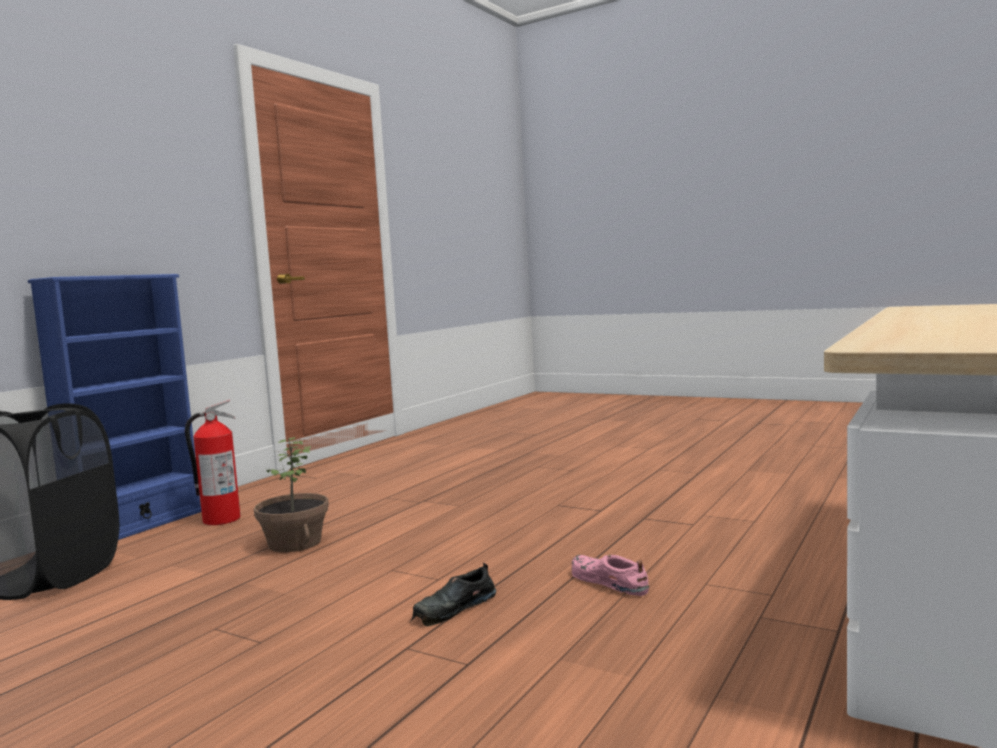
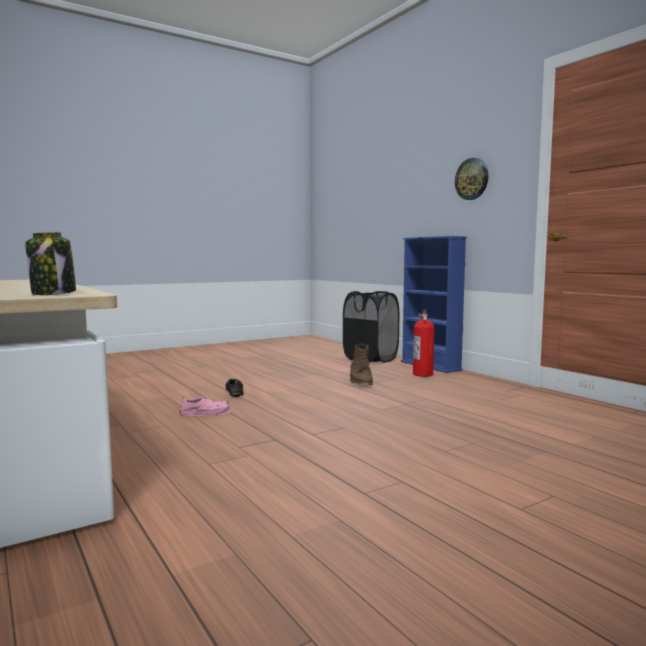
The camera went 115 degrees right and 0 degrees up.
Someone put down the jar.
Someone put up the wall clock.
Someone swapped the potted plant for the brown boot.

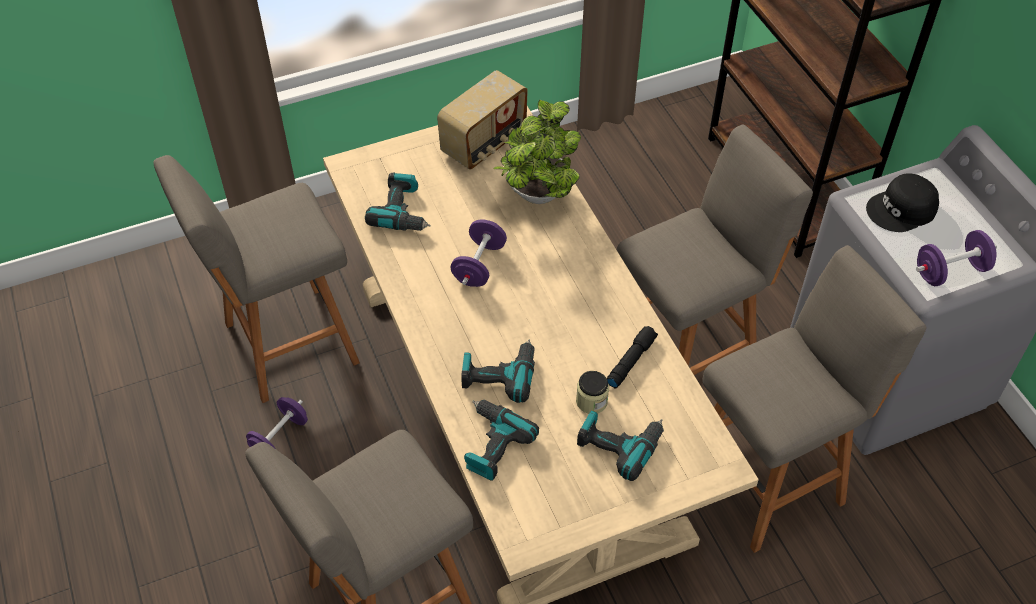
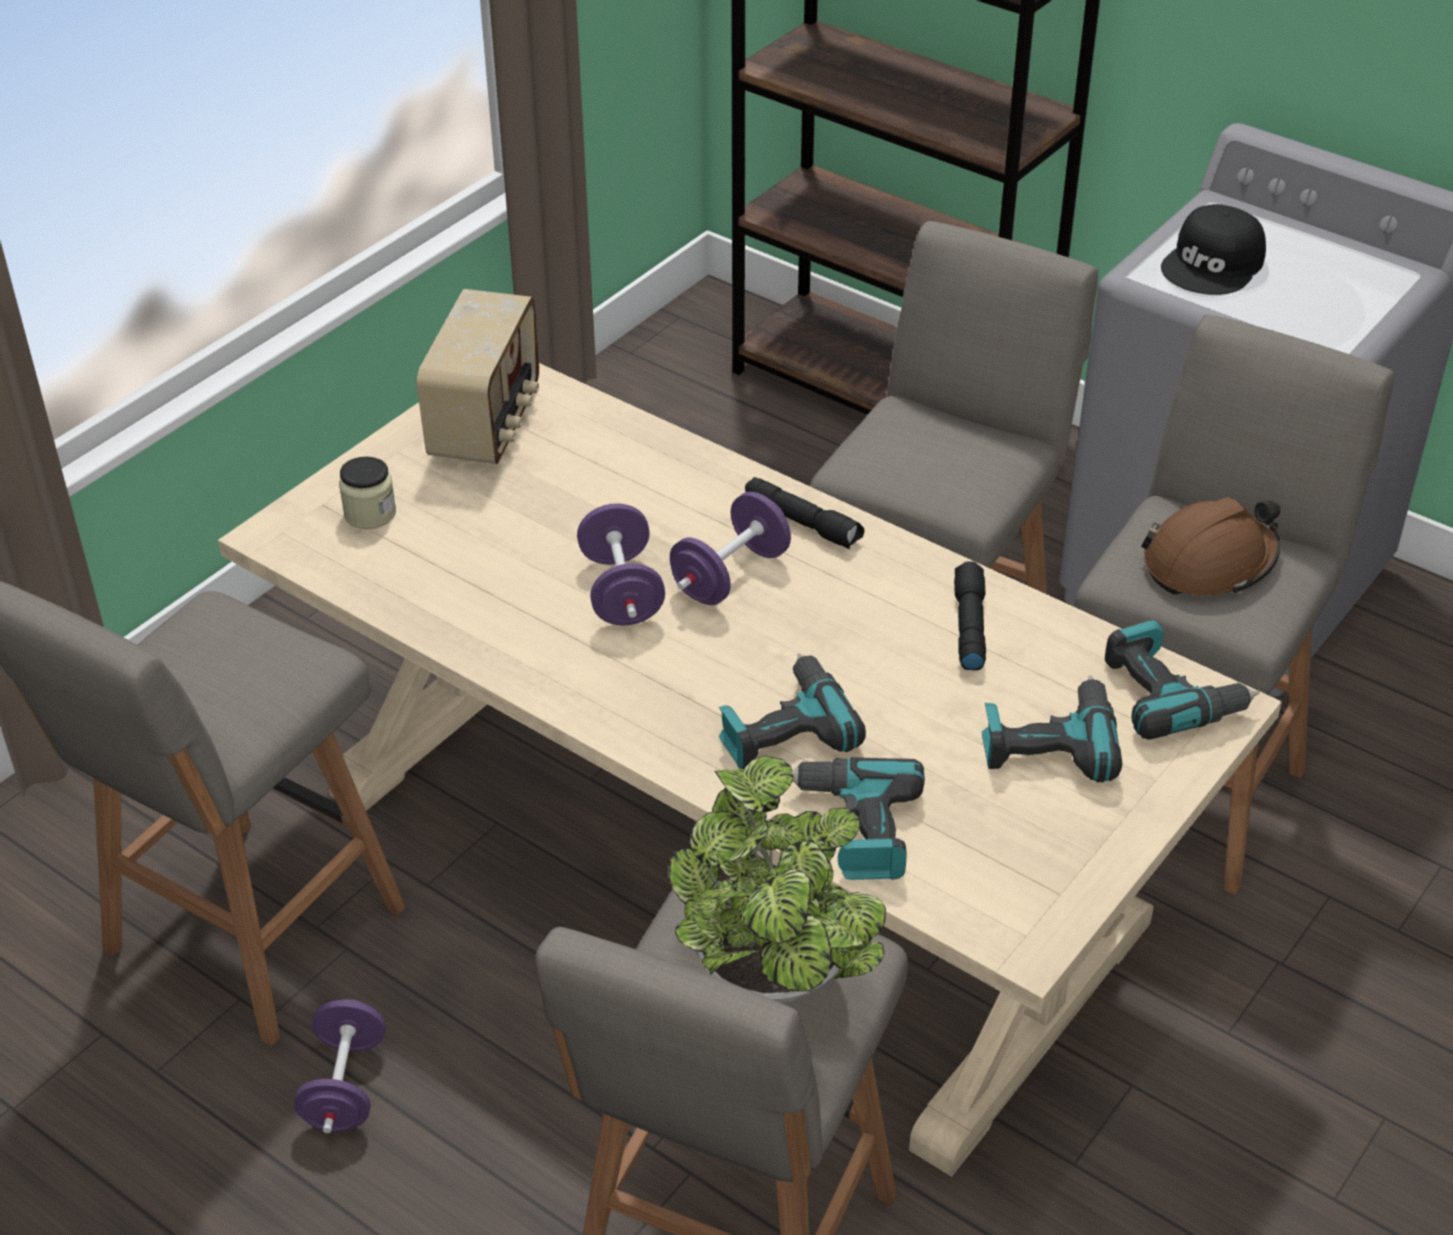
The camera went 30 degrees left and 10 degrees down.
Someone put down the black flashlight (1st from left).
Someone put down the brown hard hat.
Someone carried the power drill (1st from left in the first image).
Someone carried the potted plant.
Someone carried the jar.
Someone carried the purple dumbbell (3rd from left).

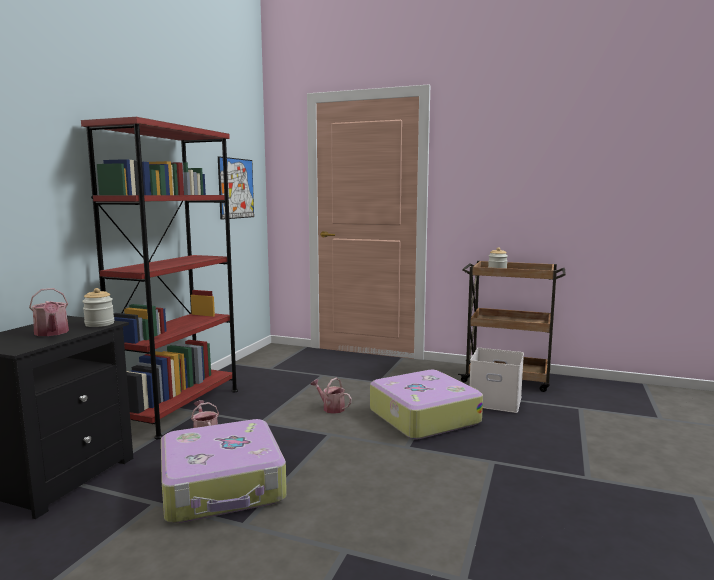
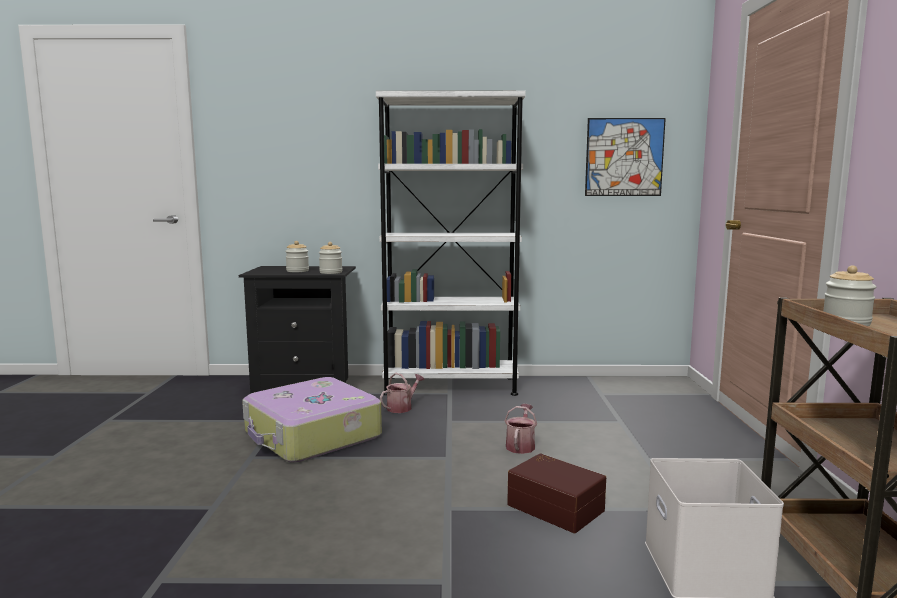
The camera went 70 degrees right and 0 degrees up.
Someone swapped the watering can (1st from left) for the jar (1st from left).
Someone swapped the suitcase (2nd from left) for the brown storage box.
Someone repainted the red bookcase, which became the white bookcase.

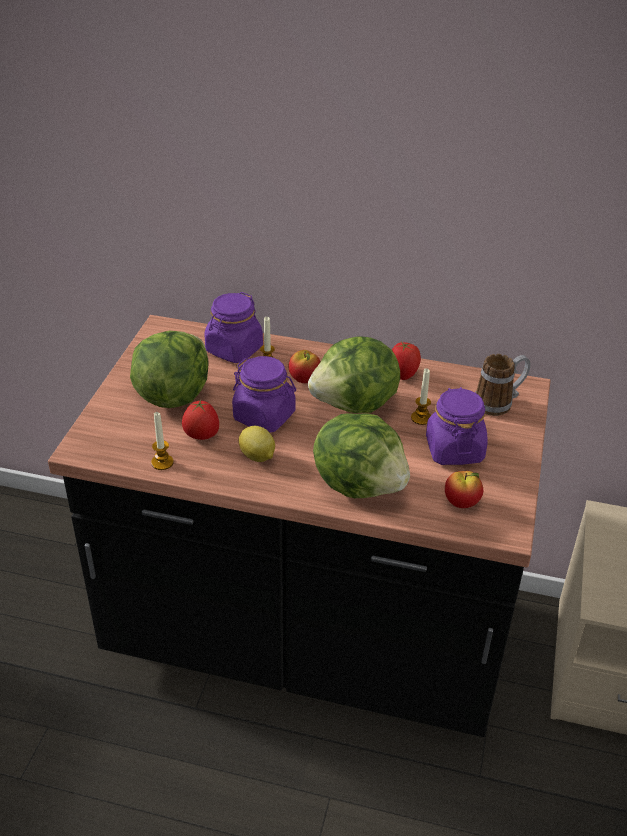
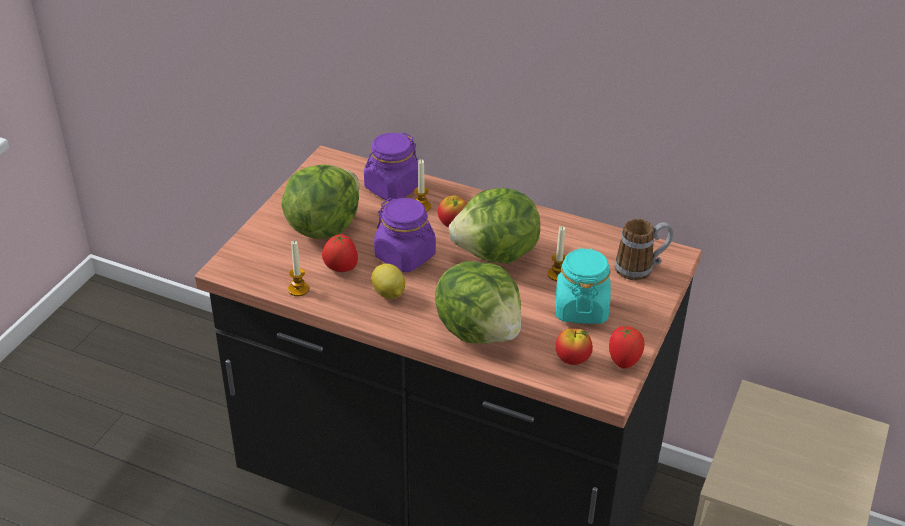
The camera went 10 degrees right and 0 degrees up.
Someone carried the tomato (2nd from left).
Someone repainted the purple jar (3rd from left), which became the turquoise jar.

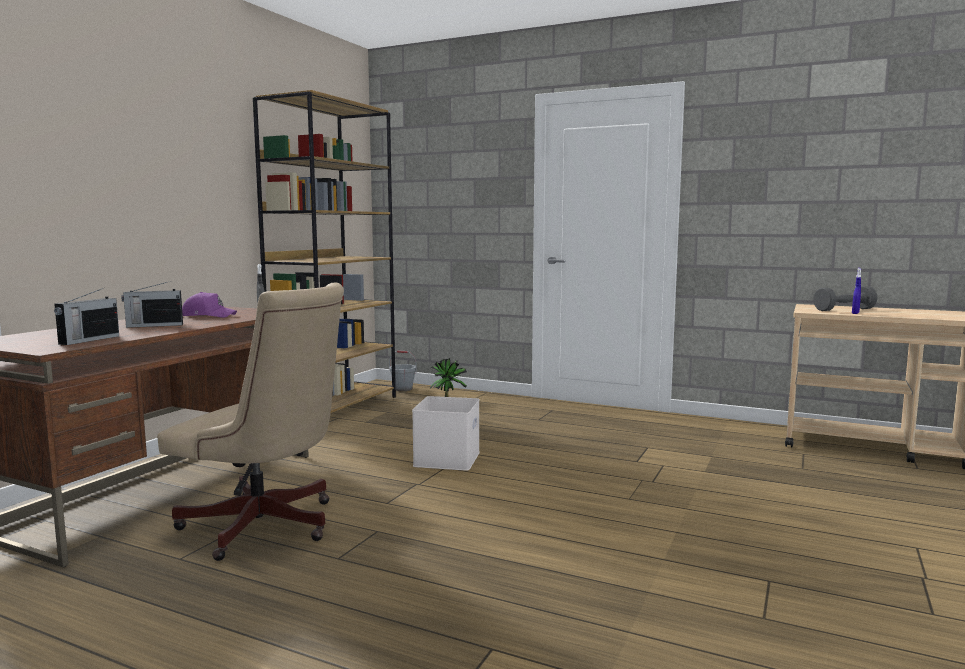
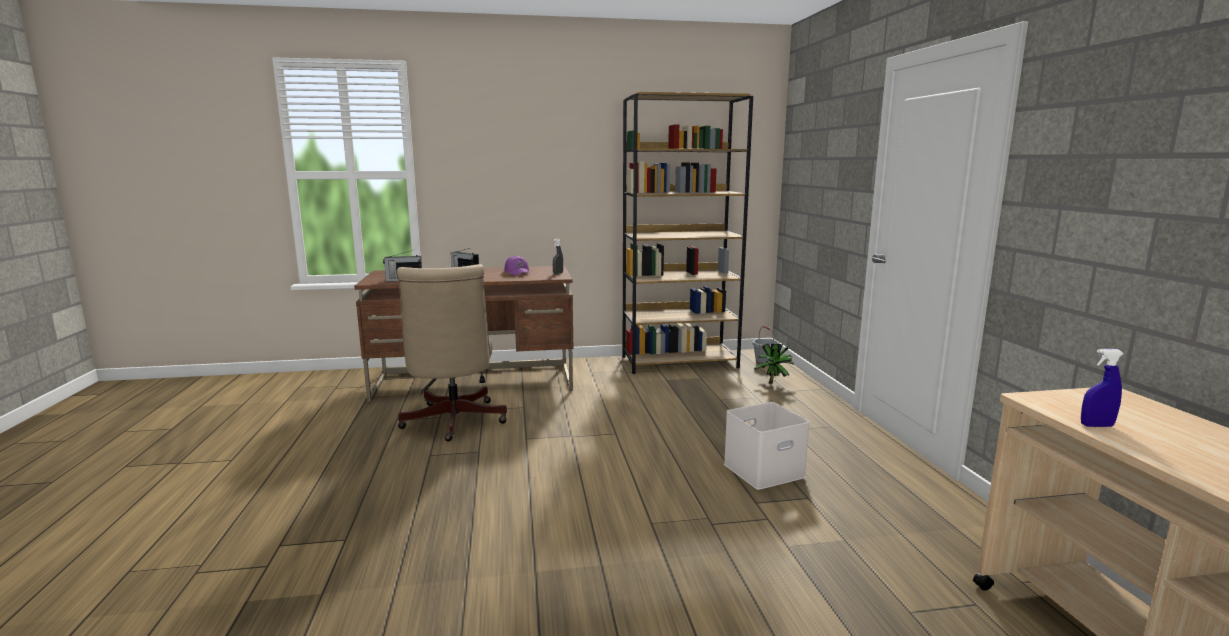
The camera went 55 degrees right and 5 degrees up.
Someone took away the grey dumbbell.
Someone carried the white storage box.

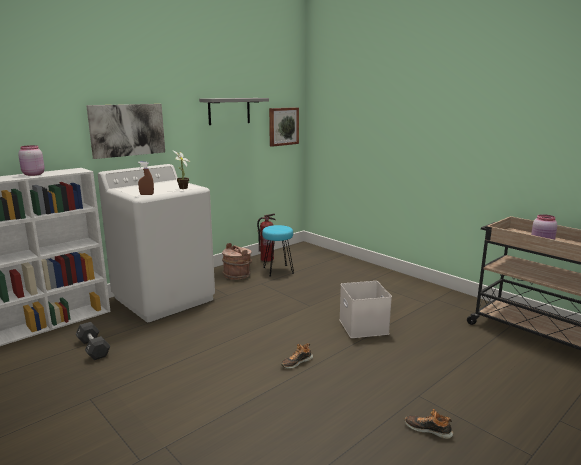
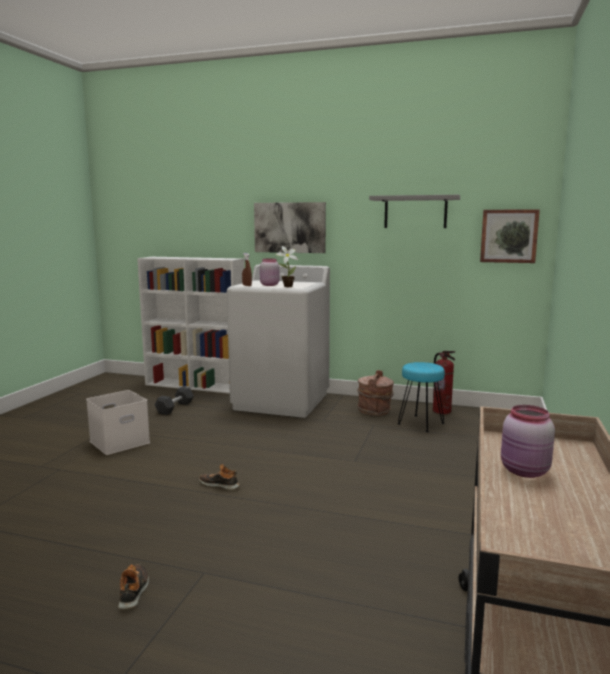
The camera went 60 degrees right and 5 degrees down.
Someone carried the pink jar (1st from left).
Someone carried the white storage box.

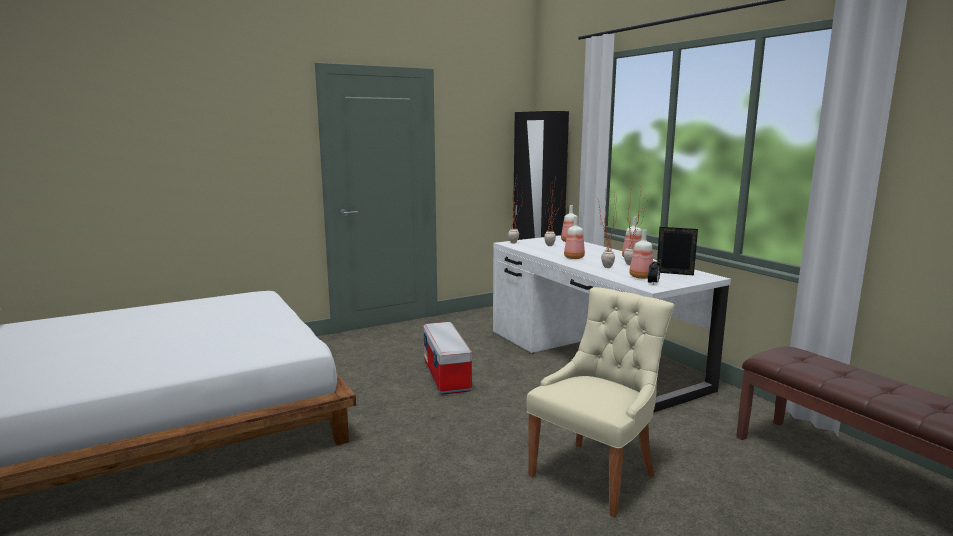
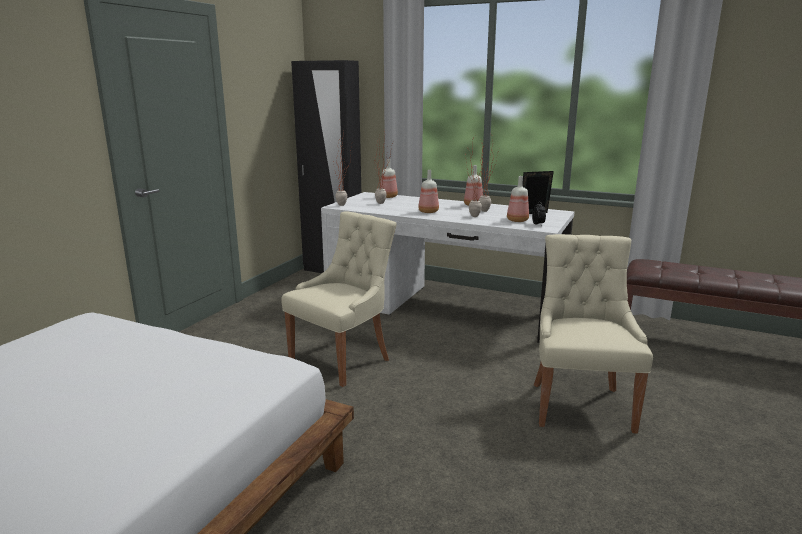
The camera went 35 degrees left and 5 degrees up.
Someone swapped the storage box for the beige chair (1st from left).

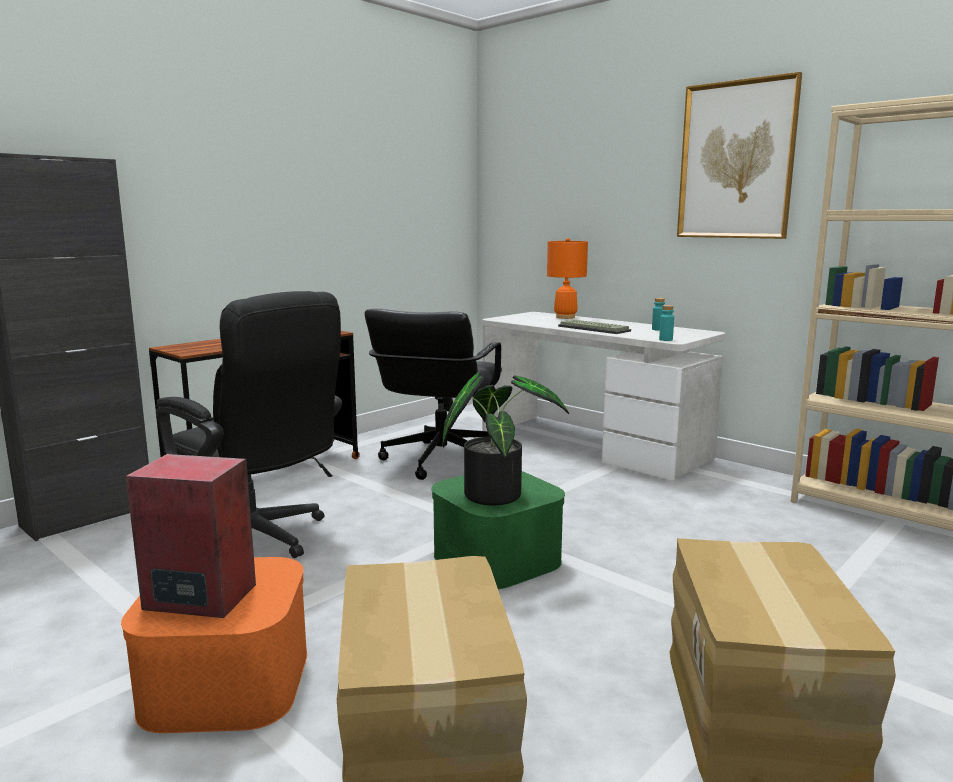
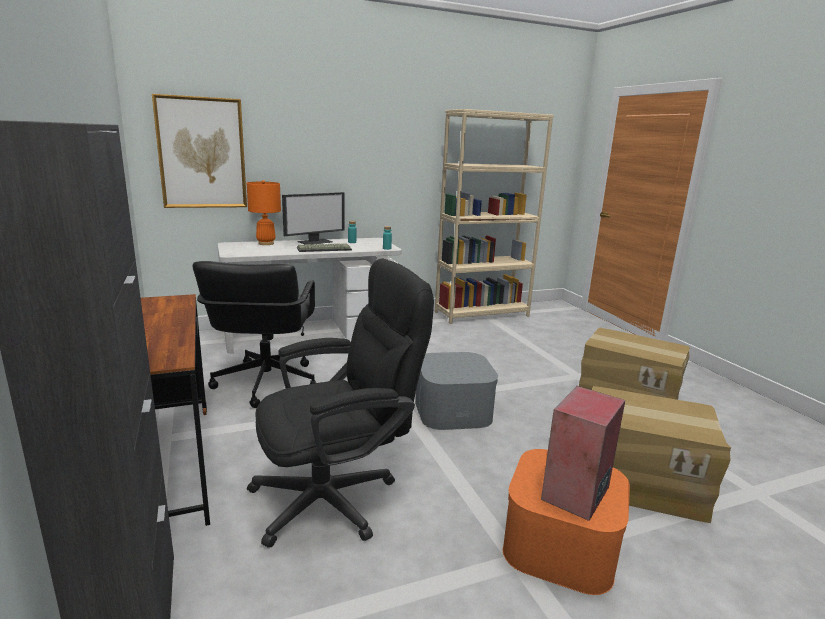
The camera went 65 degrees left and 5 degrees up.
Someone took away the potted plant.
Someone put down the monitor.
Someone carried the picture.
Someone repainted the green storage box, which became the grey storage box.
Someone rotated the black office chair (2nd from left in the first image) by 45 degrees clockwise.

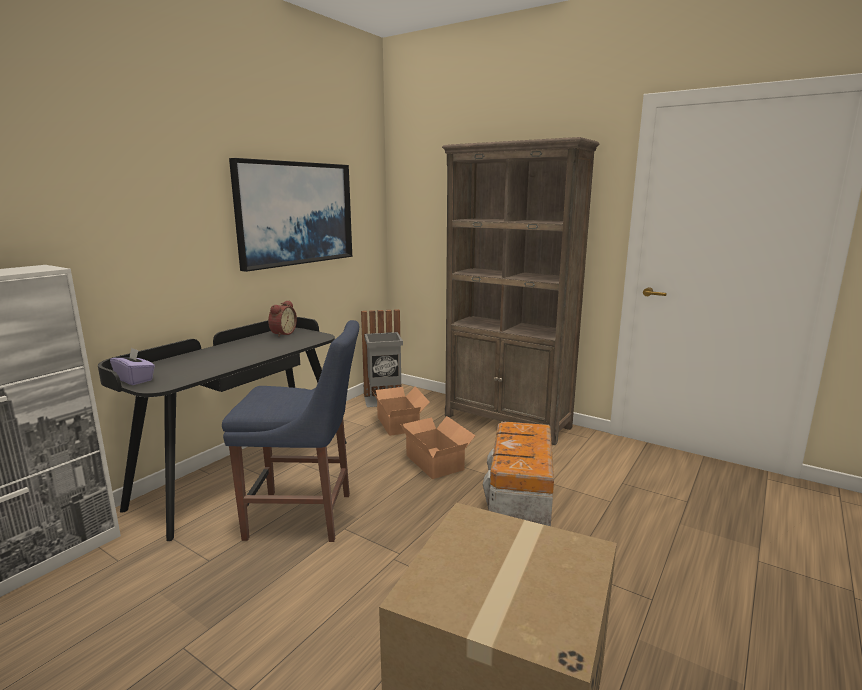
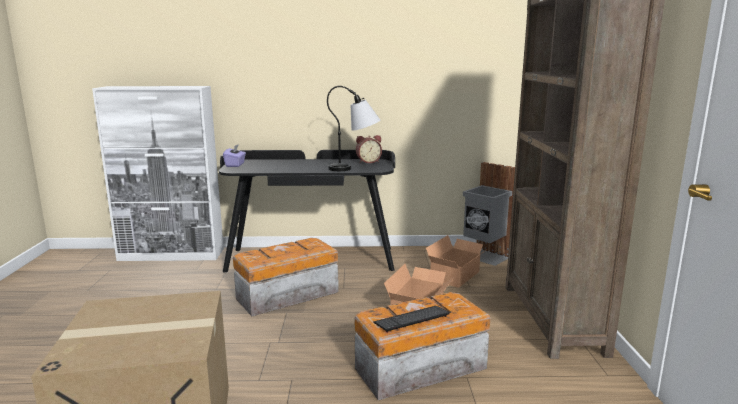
The camera went 55 degrees right and 0 degrees up.
Someone took away the picture.
Someone put down the table lamp.
Someone put down the keyboard.
Someone swapped the blue chair for the storage box (1st from left).

